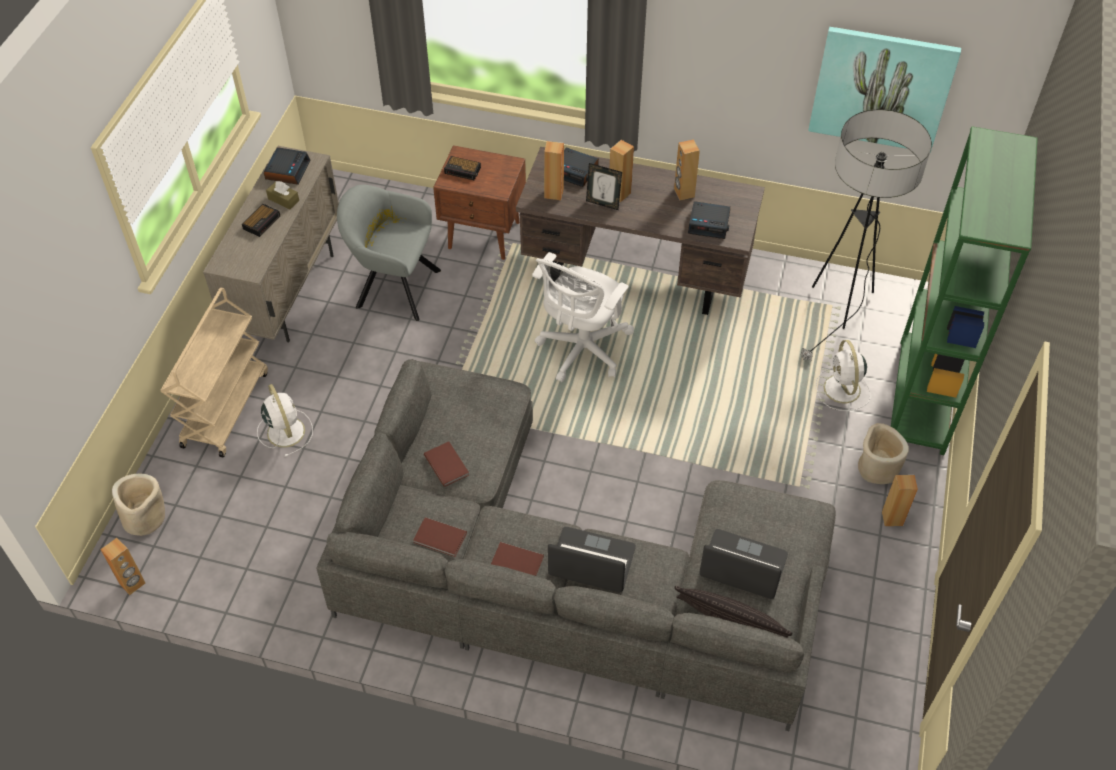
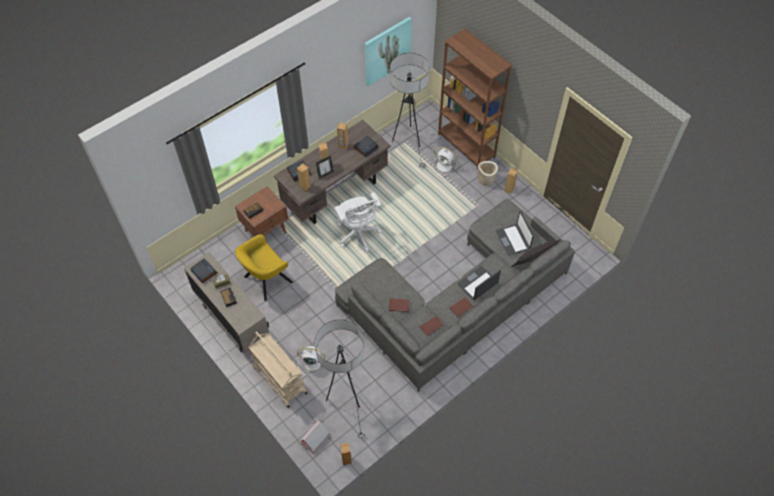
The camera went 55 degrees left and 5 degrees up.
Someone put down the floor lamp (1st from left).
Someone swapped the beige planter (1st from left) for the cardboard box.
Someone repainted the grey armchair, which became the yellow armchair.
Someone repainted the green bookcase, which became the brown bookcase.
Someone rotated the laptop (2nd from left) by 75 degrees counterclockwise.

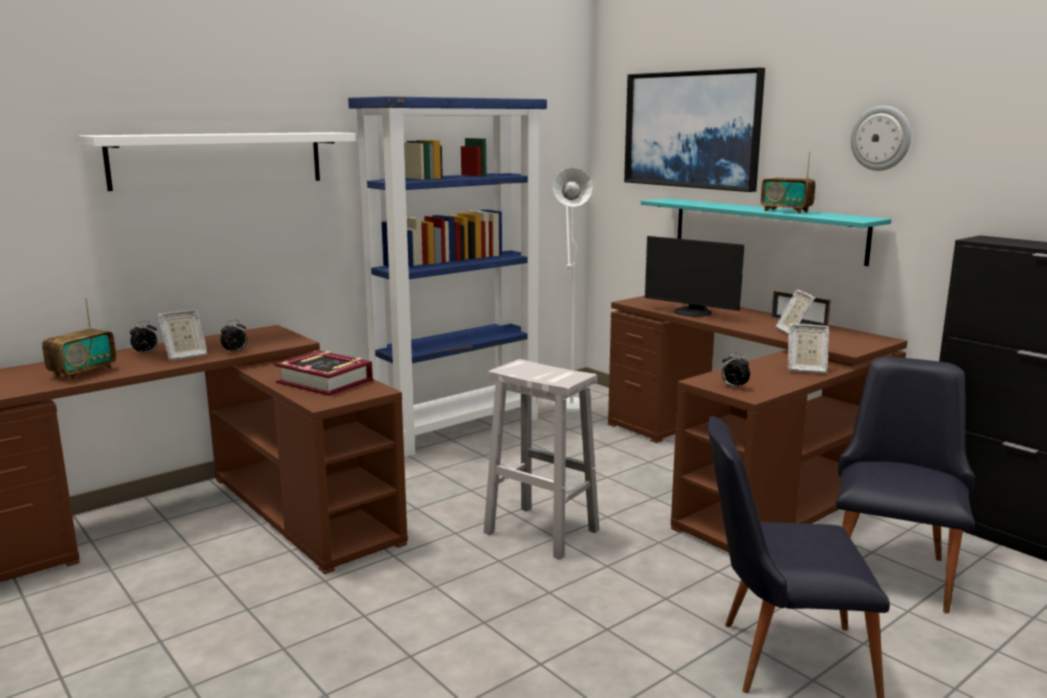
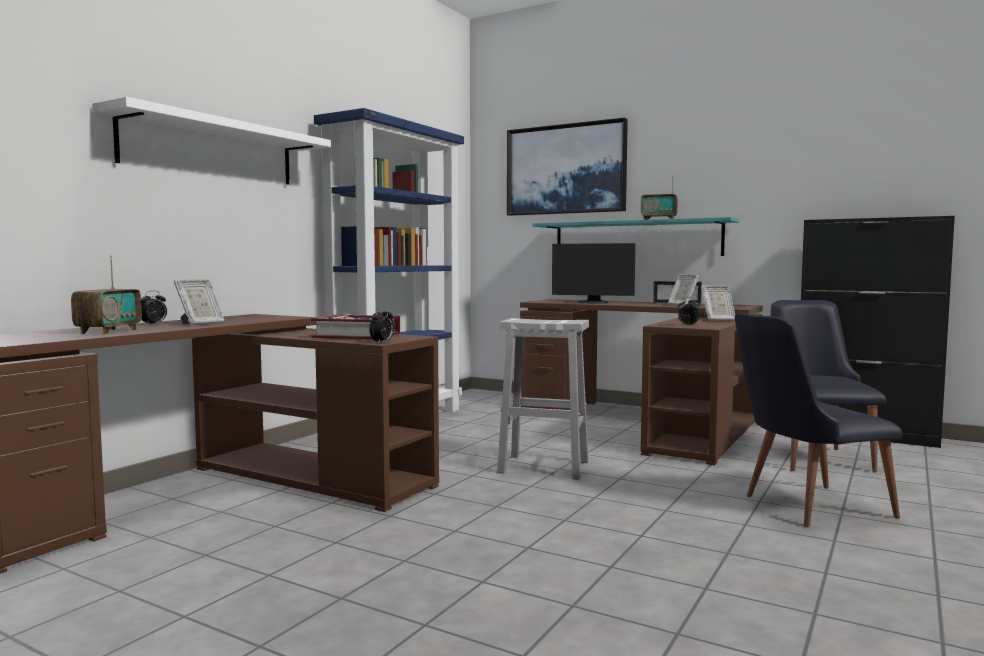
The camera went 20 degrees left and 10 degrees down.
Someone took away the white floor lamp.
Someone took away the wall clock.
Someone carried the alarm clock (2nd from left).

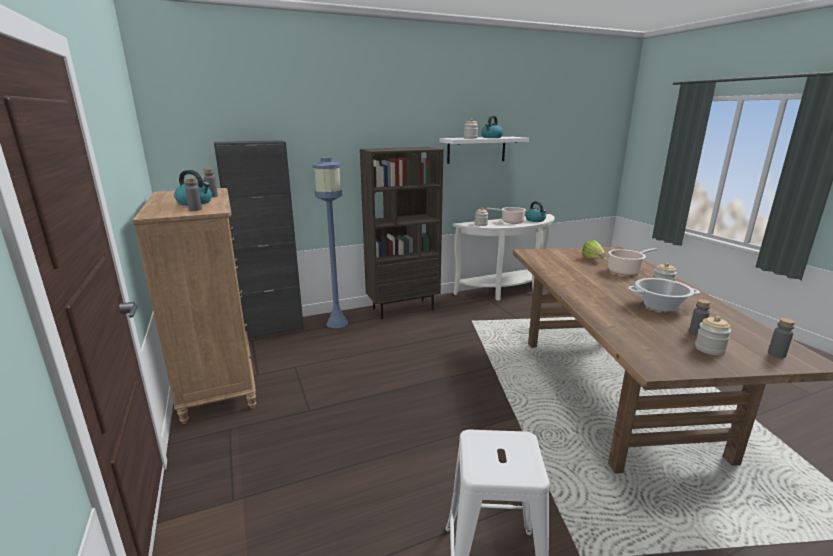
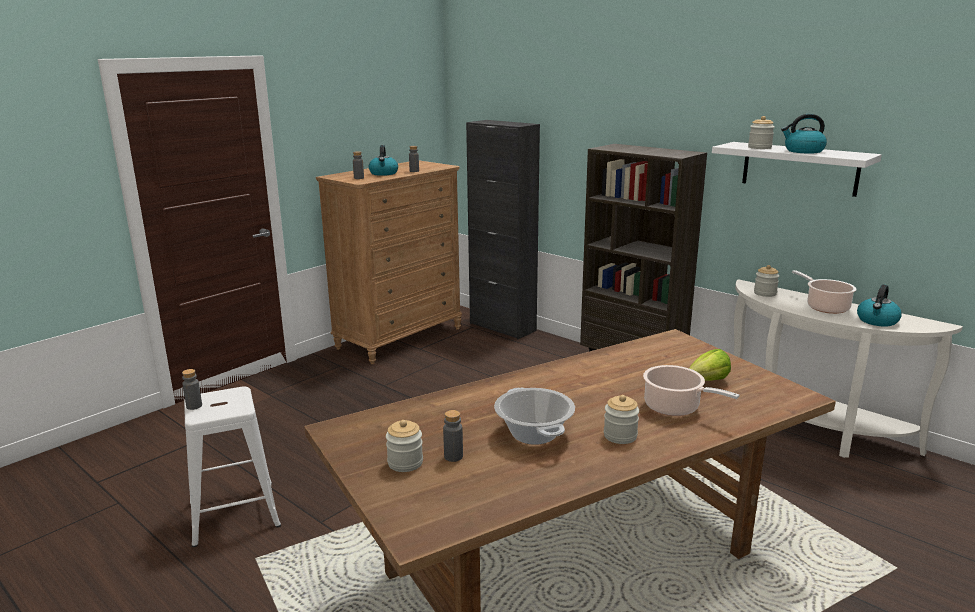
The camera went 65 degrees right and 0 degrees up.
Someone took away the blue floor lamp.
Someone carried the grey bottle (4th from left in the first image).

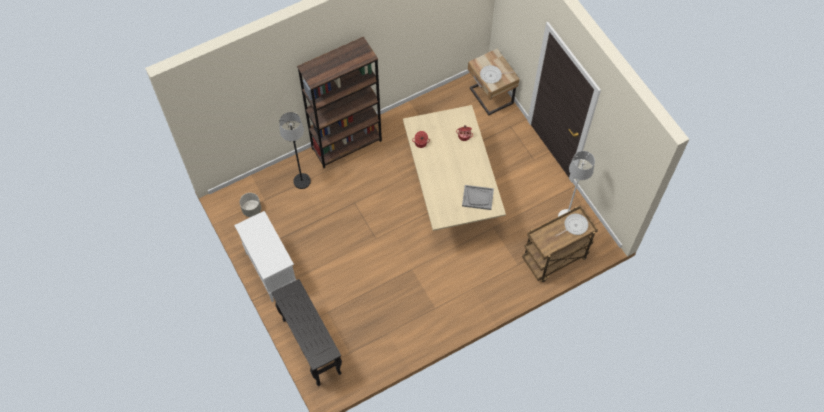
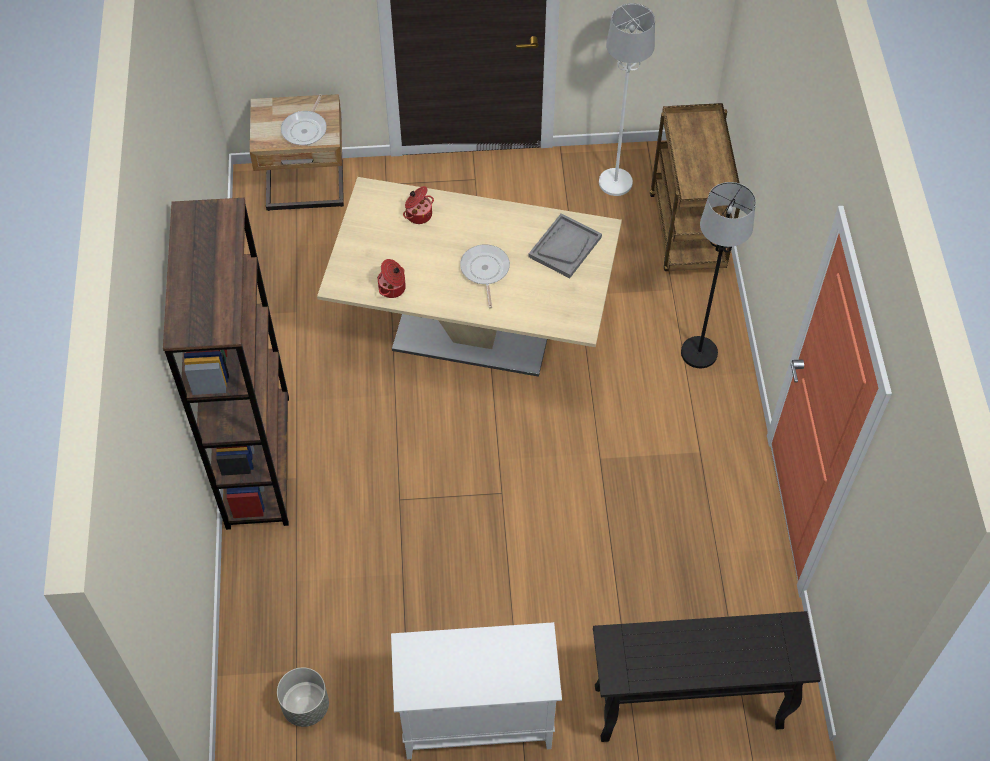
The camera went 65 degrees left and 5 degrees down.
Someone carried the black floor lamp.
Someone carried the frying pan (2nd from left).

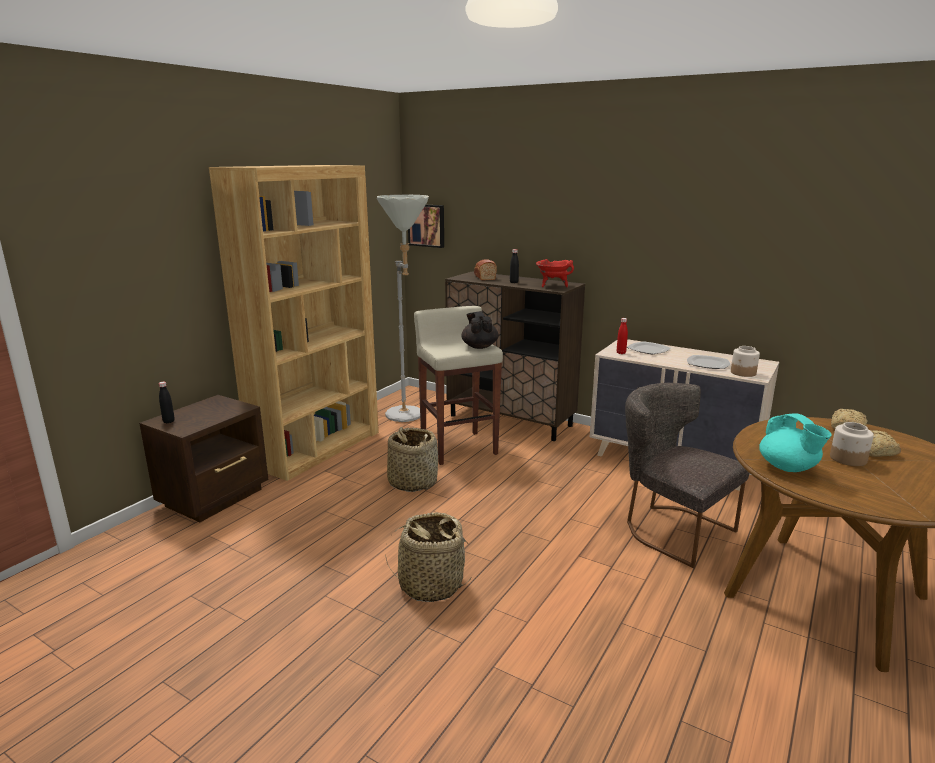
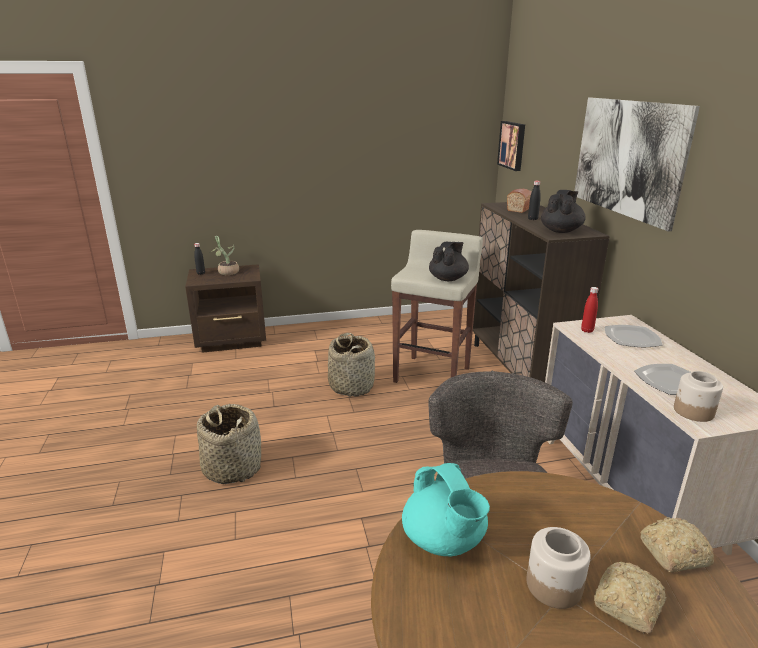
The camera went 45 degrees right and 5 degrees up.
Someone took away the brown bookcase.
Someone took away the grey floor lamp.
Someone put down the potted plant.
Someone put up the picture (2nd from left).
Someone swapped the red cooking pot for the black teapot (2nd from left).
Someone rotated the turquoise teapot by 45 degrees counterclockwise.

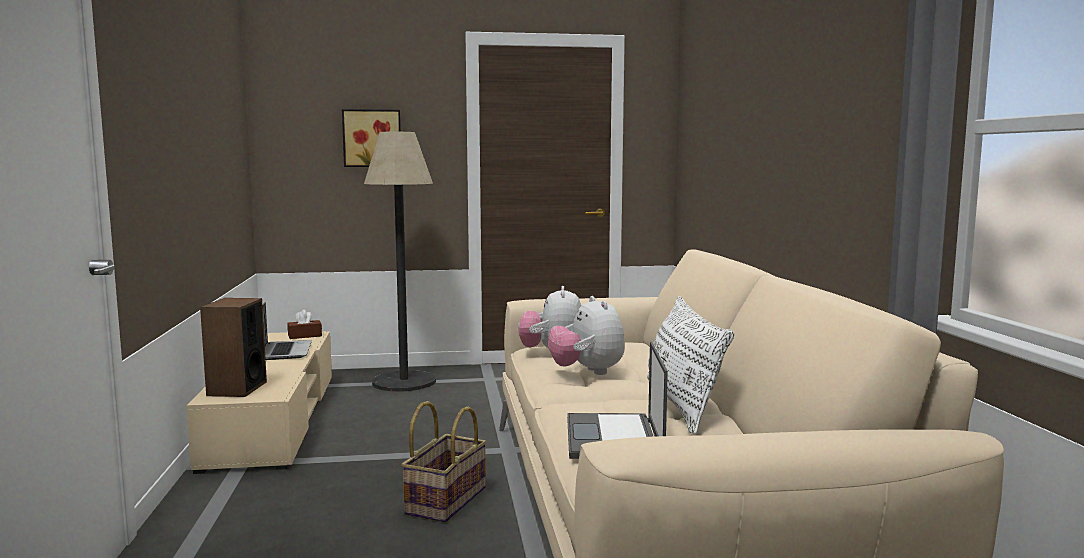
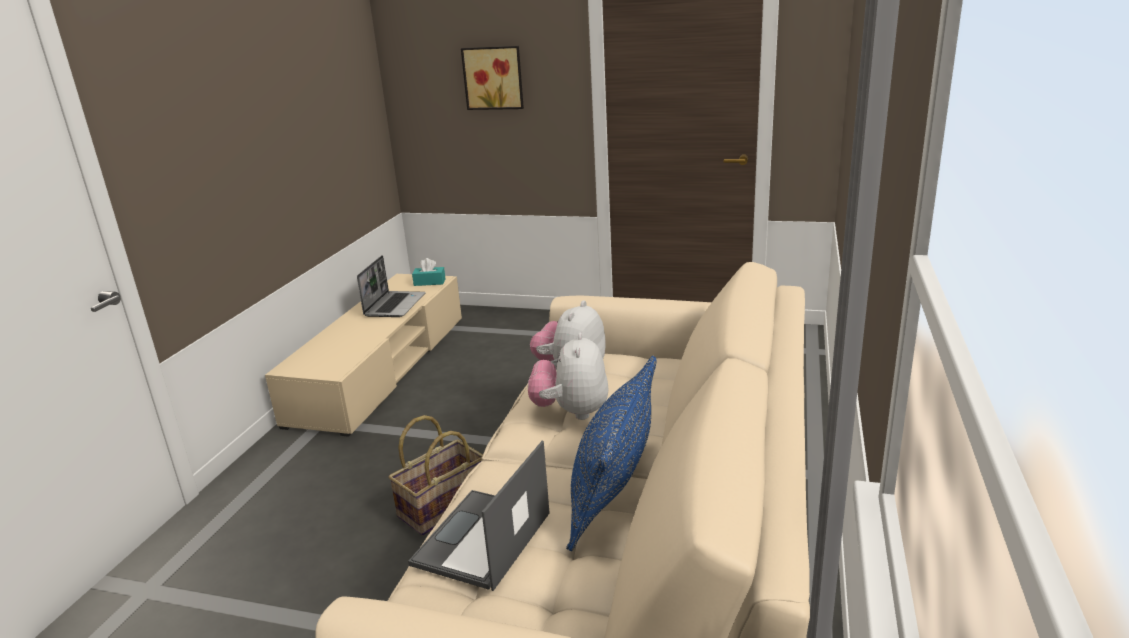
The camera went 25 degrees right and 15 degrees up.
Someone took away the speaker.
Someone took away the floor lamp.
Someone repainted the brown tissue box, which became the turquoise tissue box.
Someone repainted the white pillow, which became the blue pillow.

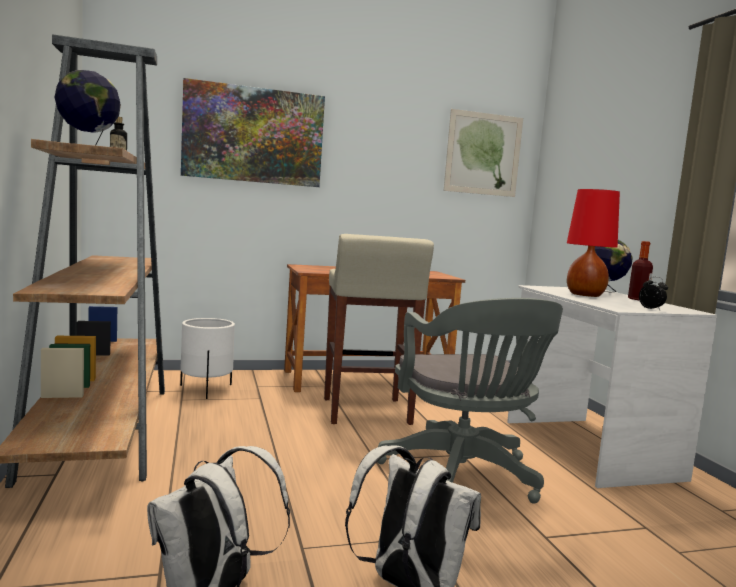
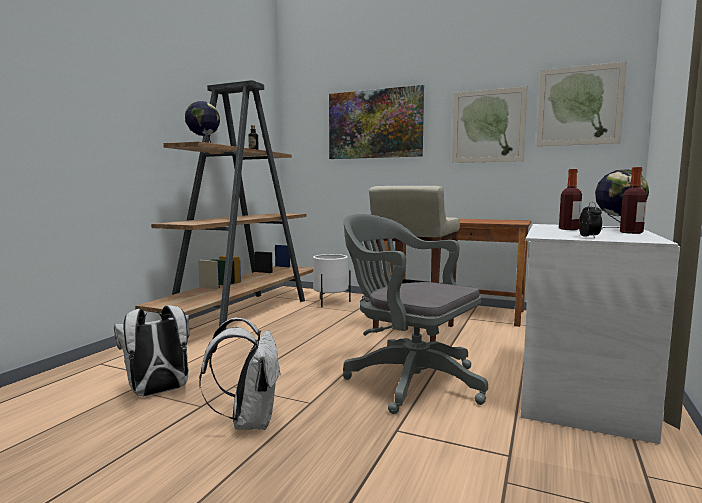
The camera went 40 degrees right and 0 degrees up.
Someone put up the picture (2nd from left).
Someone swapped the red table lamp for the bottle (2nd from left).
Someone rotated the grey office chair by 105 degrees clockwise.

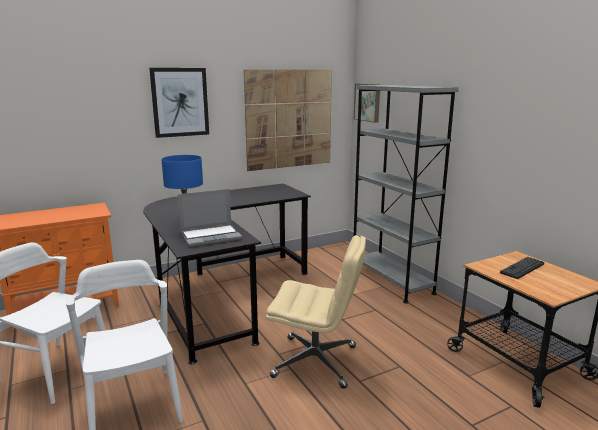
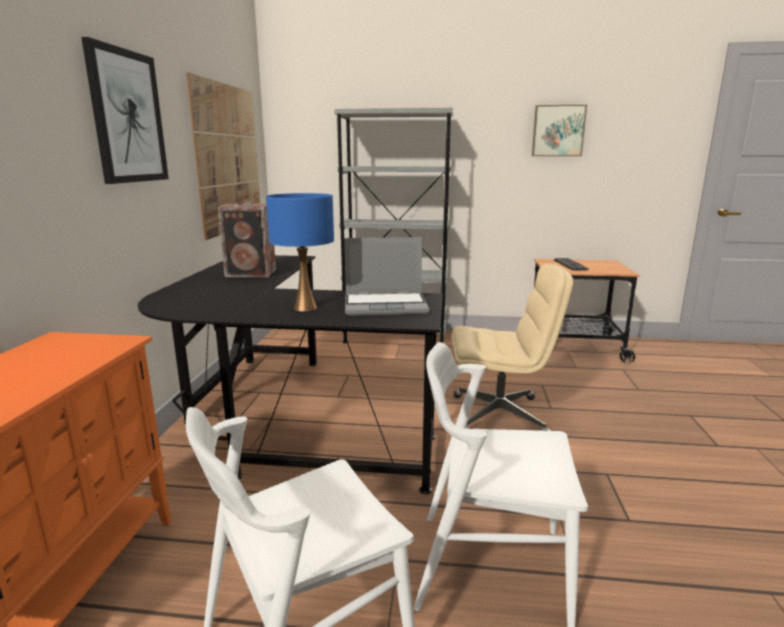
The camera went 55 degrees left and 0 degrees up.
Someone put down the speaker.
Someone carried the picture (3rd from left).
Someone rotated the laptop by 75 degrees clockwise.
Someone rotated the beige office chair by 45 degrees clockwise.

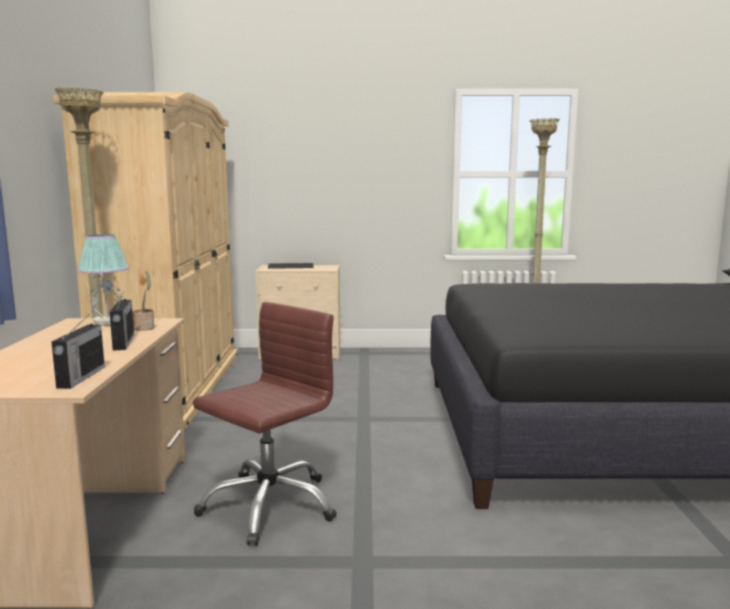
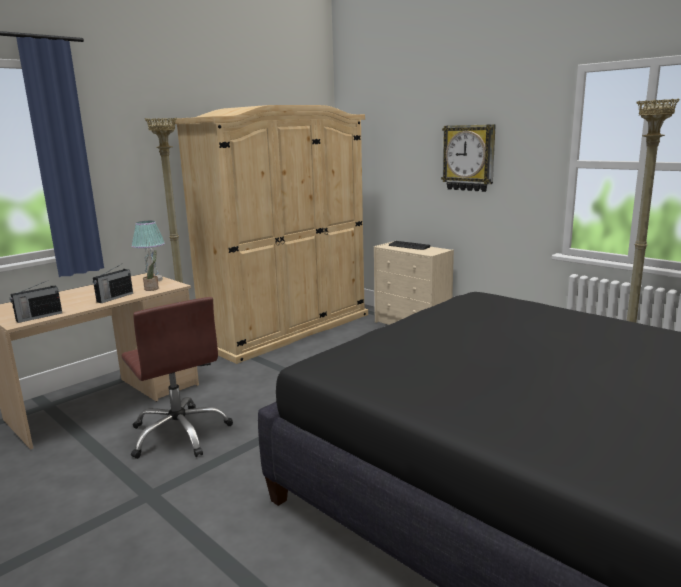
The camera went 45 degrees right and 5 degrees up.
Someone put up the wall clock.
Someone rotated the brown office chair by 60 degrees clockwise.

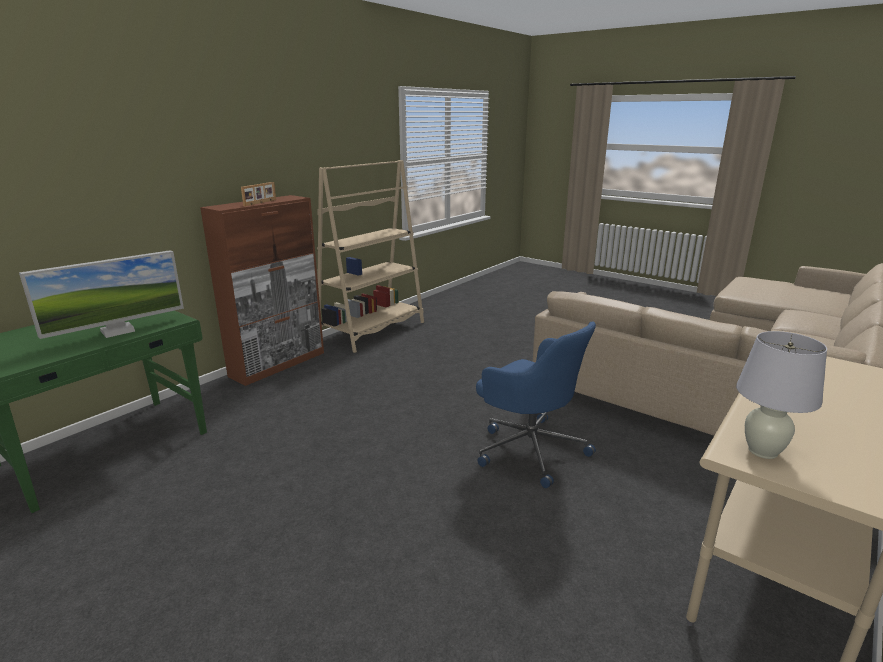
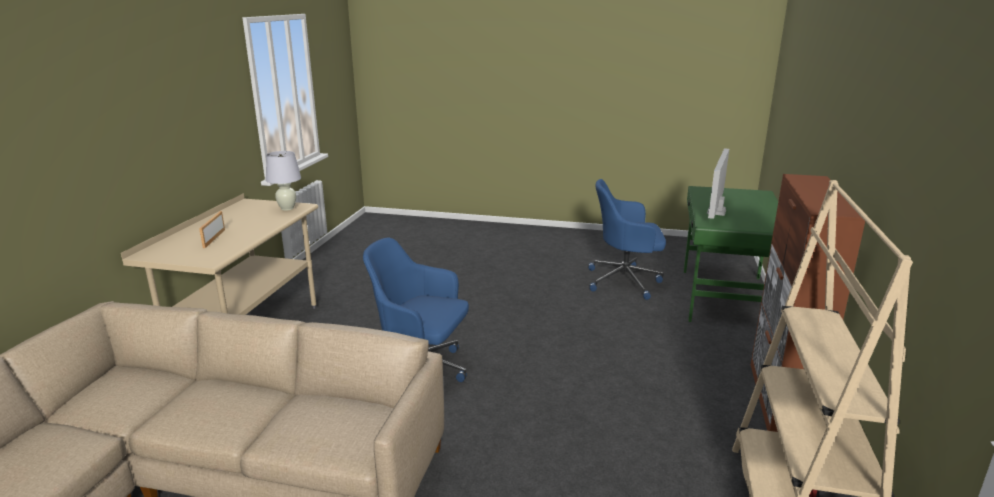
The camera went 155 degrees right and 0 degrees up.
Someone put down the blue office chair (2nd from left).
Someone carried the picture frame.

